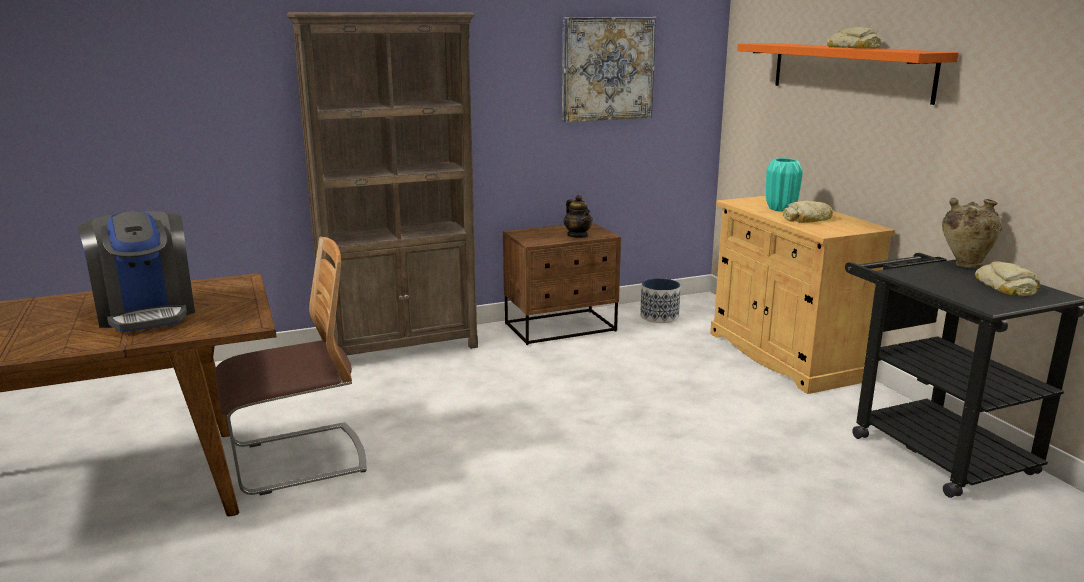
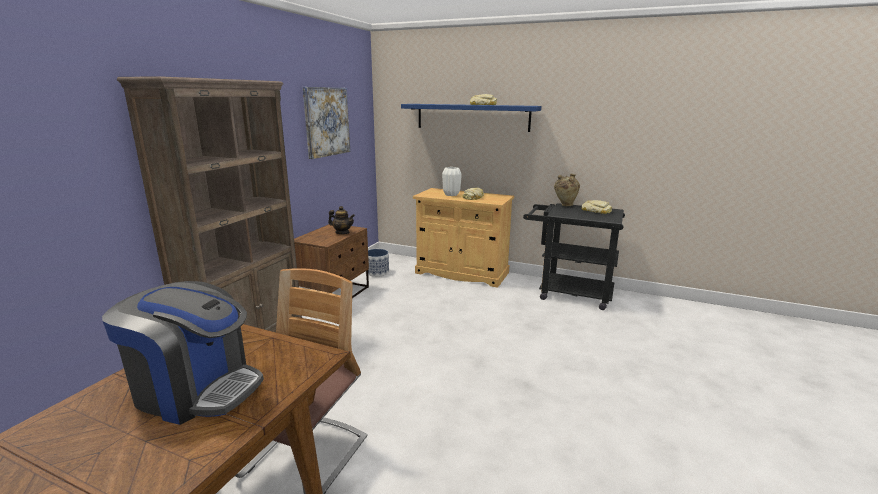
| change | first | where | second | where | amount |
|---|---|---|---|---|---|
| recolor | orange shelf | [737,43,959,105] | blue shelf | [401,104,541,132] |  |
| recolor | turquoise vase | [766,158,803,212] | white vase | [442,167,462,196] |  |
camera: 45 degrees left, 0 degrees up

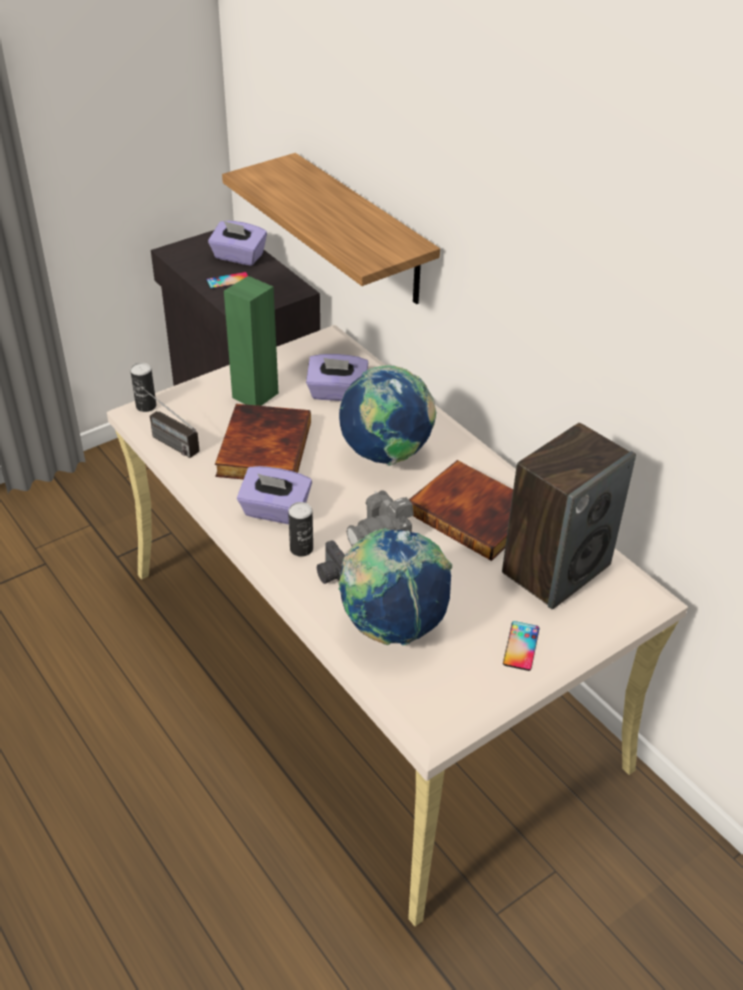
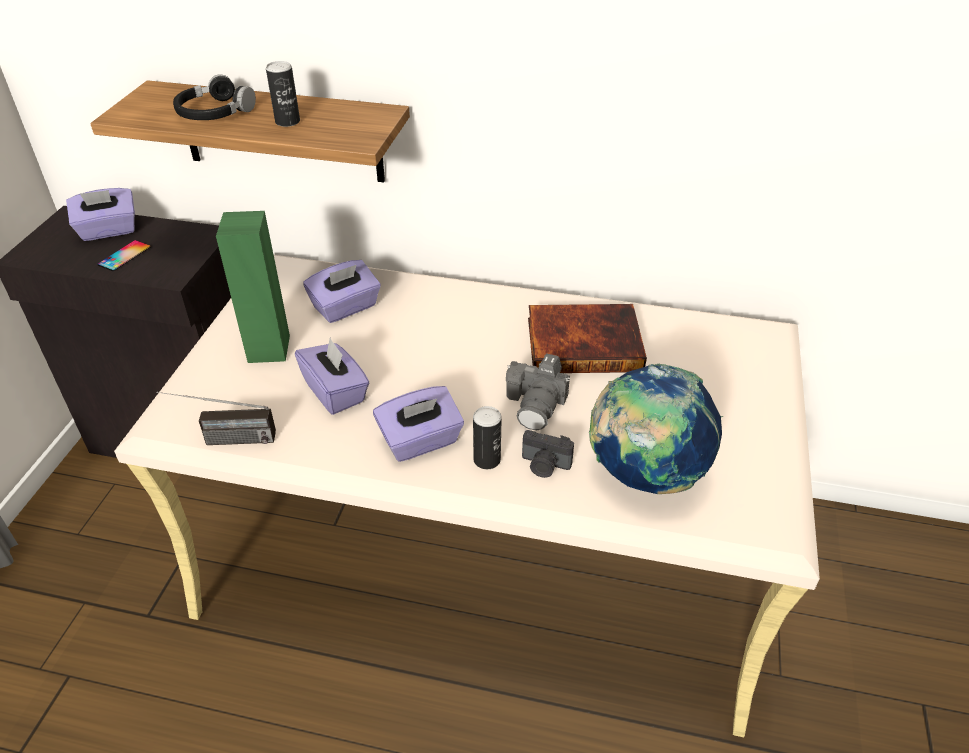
| change | first | where | second | where | amount |
|---|---|---|---|---|---|
| move | can | [130,362,156,412] |  | [266,61,300,127] |  |
| delete | globe | [339,365,437,466] |  |  |  |
| replace | book | [215,404,311,480] | purple tissue box | [295,338,369,415] |  |
| delete | speaker | [502,423,636,609] |  |  |  |
| delete | phone | [503,621,539,671] |  |  |  |
| insert |  |  | black headphones | [173,75,256,120] |  |
camera: 40 degrees left, 0 degrees up

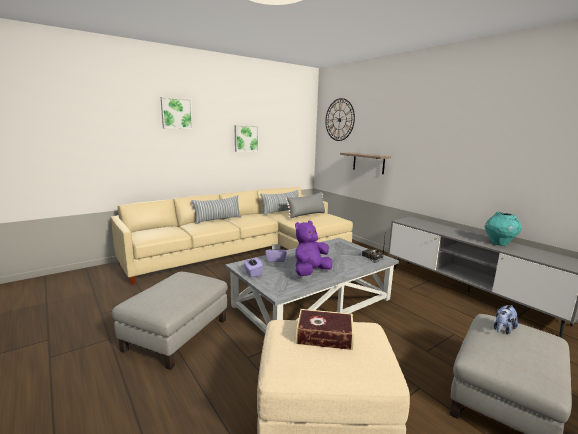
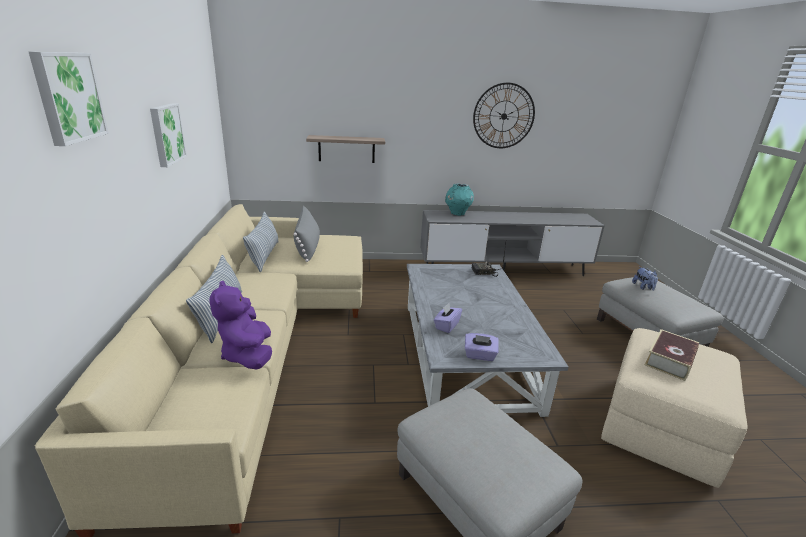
| change | first | where | second | where | amount |
|---|---|---|---|---|---|
| move | wall clock | [325,98,355,141] |  | [473,83,535,148] |  |
| move | turquoise vase | [485,212,522,246] |  | [445,184,474,216] |  |
| move | purple plush toy | [295,221,332,276] |  | [209,281,272,370] |  |
camera: 60 degrees left, 10 degrees up

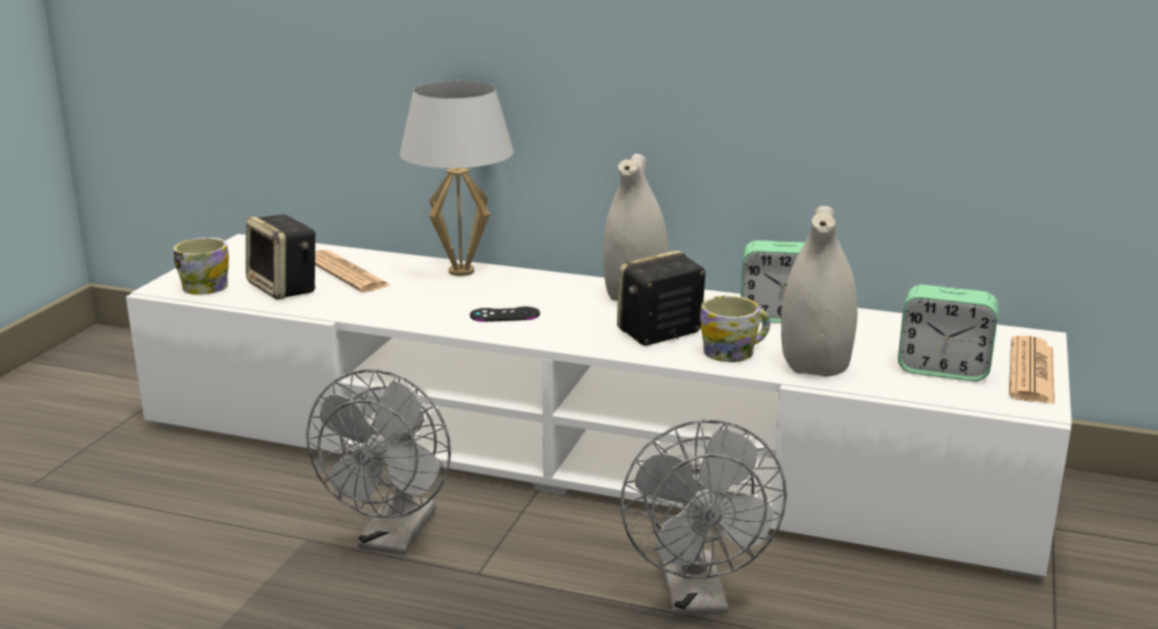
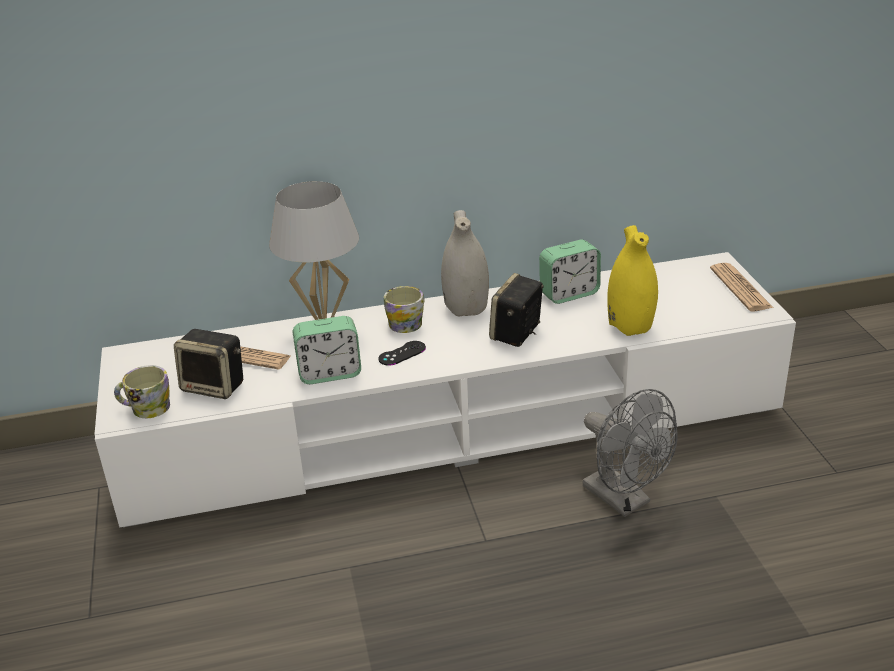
| change | first | where | second | where | amount |
|---|---|---|---|---|---|
| recolor | white vase | [781,206,857,377] | yellow vase | [607,225,658,336] |  |
| move | alarm clock | [898,285,998,381] |  | [293,316,361,384] |  |
| move | mug | [700,296,770,362] |  | [384,286,425,333] |  |
| delete | grey fan | [306,370,451,555] |  |  |  |
camera: 30 degrees left, 10 degrees up

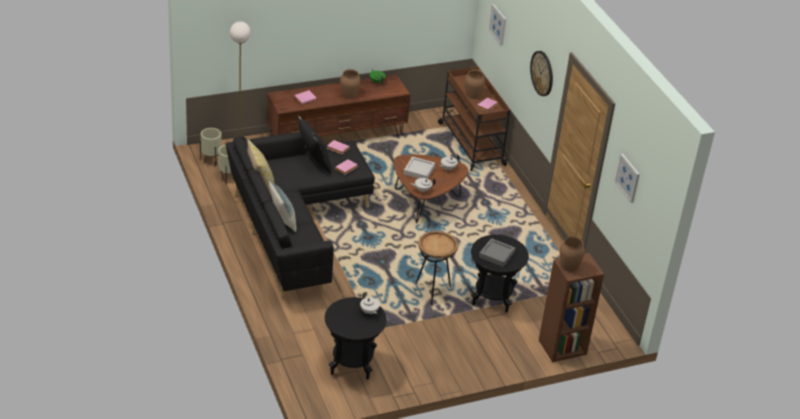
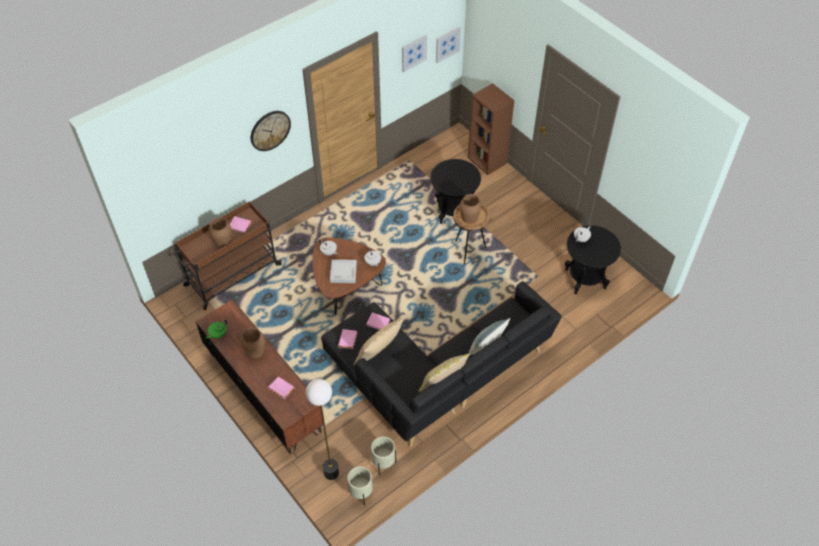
| change | first | where | second | where | amount |
|---|---|---|---|---|---|
| move | picture | [489,4,506,46] |  | [436,27,461,63] |  |
| recolor | black pillow | [297,115,332,173] | beige pillow | [354,318,404,365] |  |
| move | brown vase | [560,236,585,272] |  | [460,194,481,224] |  |
| delete | grey tray | [479,238,515,267] |  |  |  |
camera: 105 degrees left, 15 degrees up

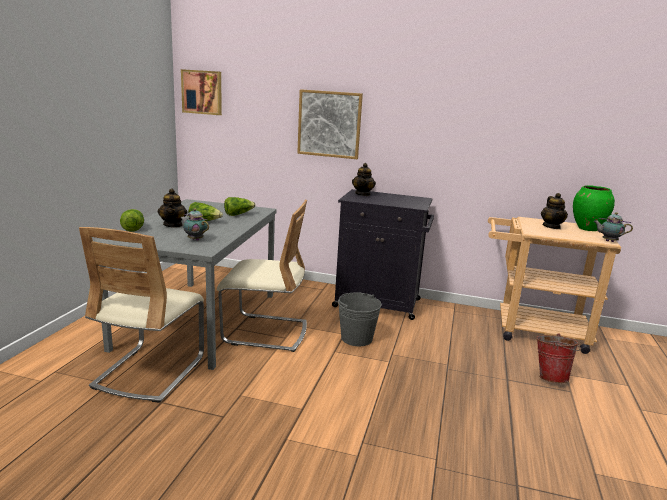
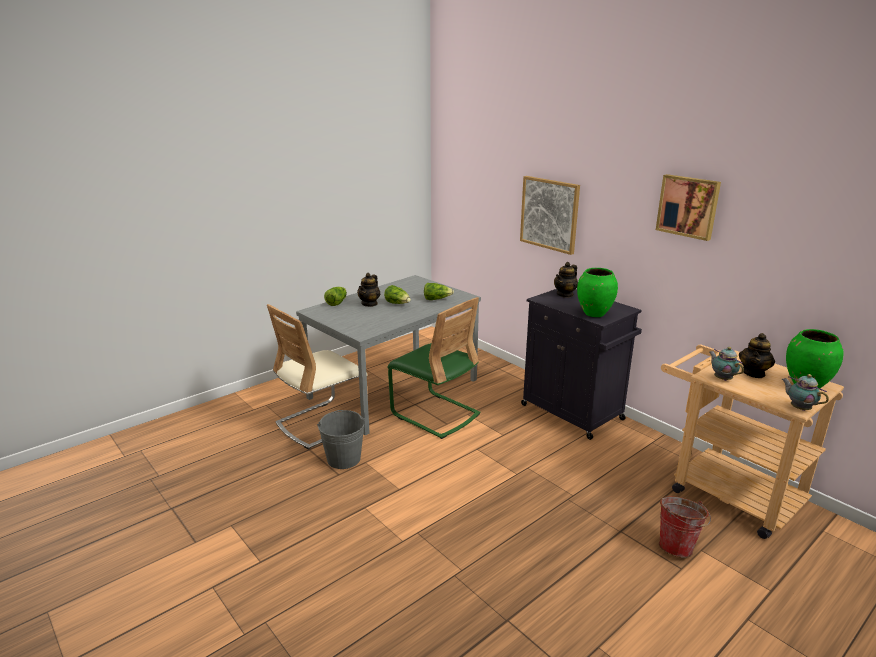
| change | first | where | second | where | amount |
|---|---|---|---|---|---|
| move | picture | [181,69,222,115] |  | [656,174,721,241] |  |
| recolor | beige chair | [217,200,307,352] | green chair | [388,297,480,439] |  |
| move | teapot | [180,208,209,241] |  | [710,347,744,381] |  |
| move | grey bucket | [338,292,382,346] |  | [317,410,365,469] |  |
| insert |  |  | green vase | [577,268,618,317] |  |
camera: 35 degrees right, 5 degrees up

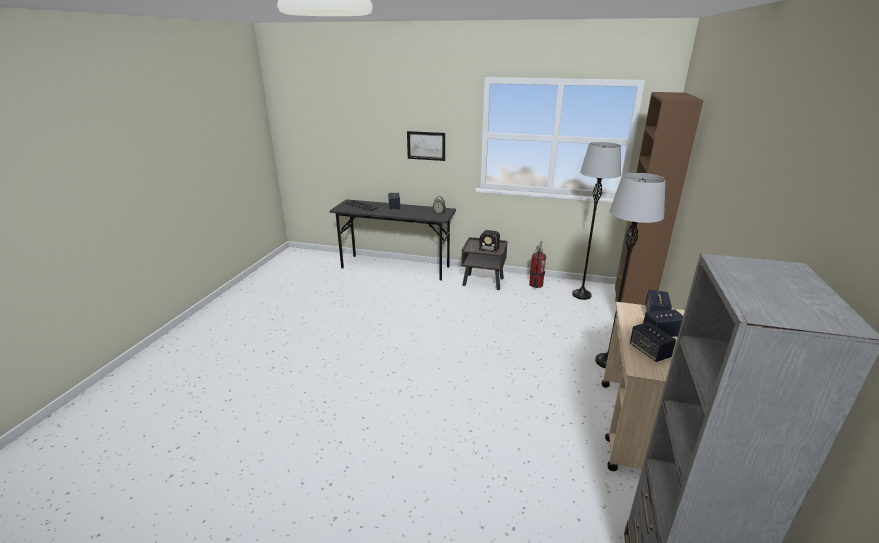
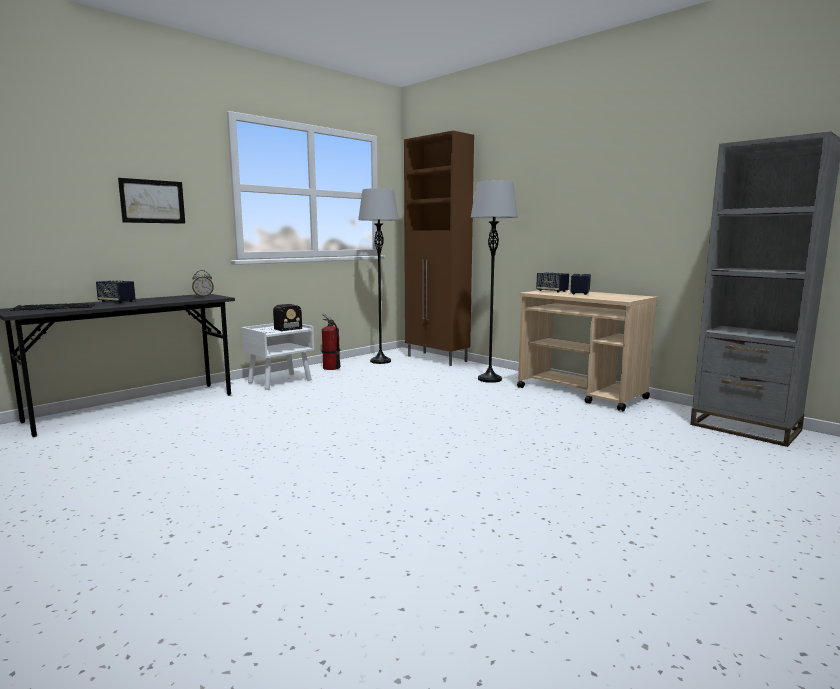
| change | first | where | second | where | amount |
|---|---|---|---|---|---|
| recolor | brown nightstand | [461,237,508,290] | white nightstand | [241,323,314,390] |  |
| delete | speaker | [630,322,676,362] |  |  |  |
camera: 60 degrees left, 15 degrees down

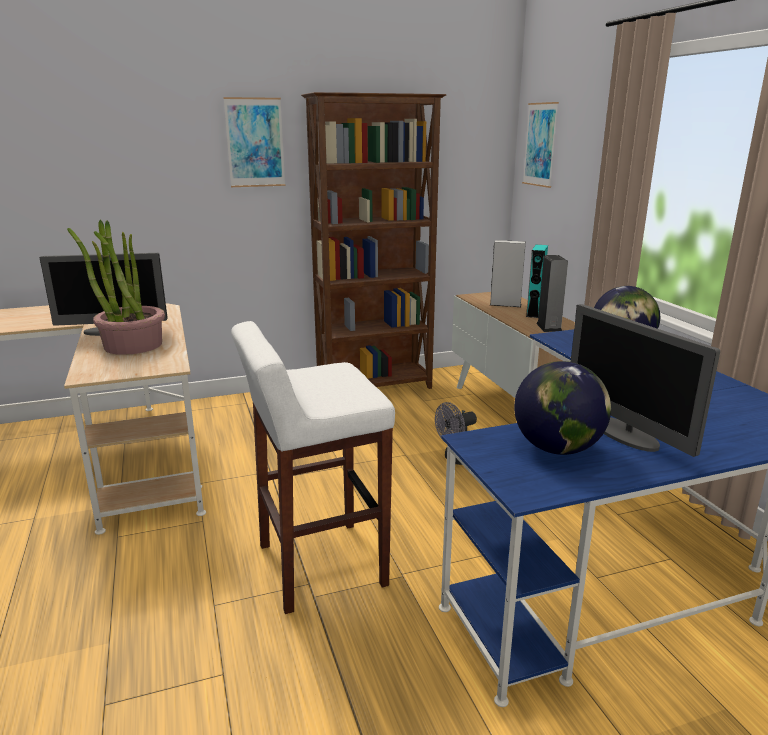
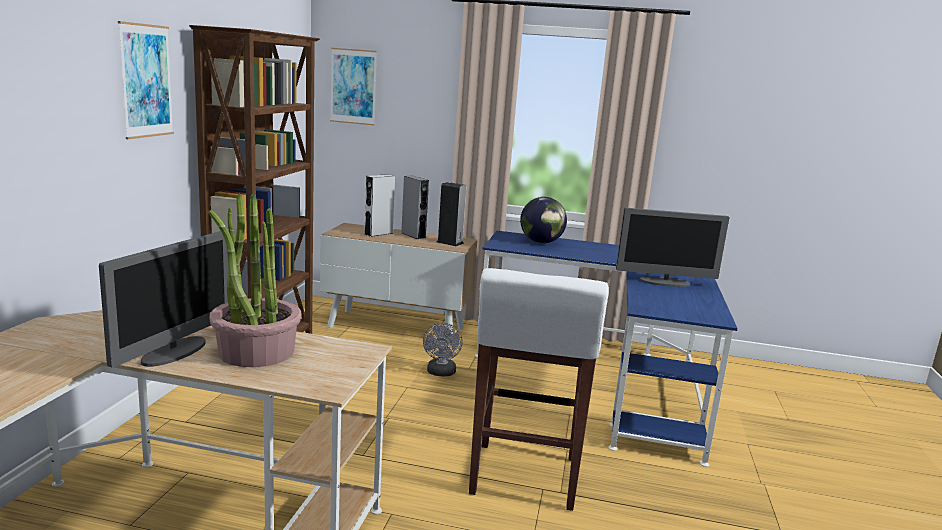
| change | first | where | second | where | amount |
|---|---|---|---|---|---|
| recolor | turquoise speaker | [526,245,548,318] | grey speaker | [401,176,429,239] |  |
| delete | globe | [514,361,611,455] |  |  |  |
camera: 60 degrees left, 5 degrees down

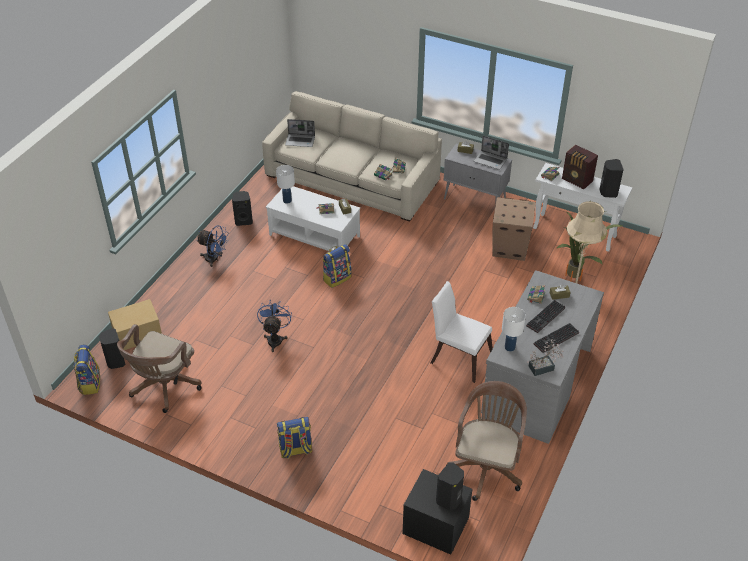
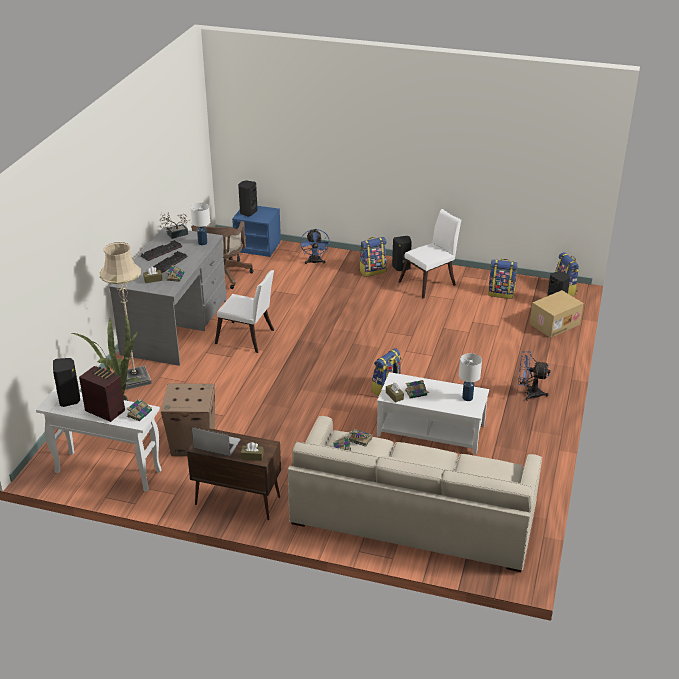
| change | first | where | second | where | amount |
|---|---|---|---|---|---|
| delete | laptop | [285,119,315,147] |  |  |  |
| recolor | grey cabinet | [444,143,512,205] | brown cabinet | [187,427,281,520] |  |
| move | black speaker | [232,191,253,226] |  | [392,236,412,271] |  |
| move | blue fan | [257,301,292,352] |  | [300,229,330,264] |  |
| replace | brown office chair | [117,324,202,413] | backpack | [488,259,518,299] |  |
| recolor | black nightstand | [403,469,473,555] | blue nightstand | [232,206,281,257] |  |
| insert |  |  | white chair | [398,209,461,298] |  |
camera: 170 degrees right, 10 degrees down

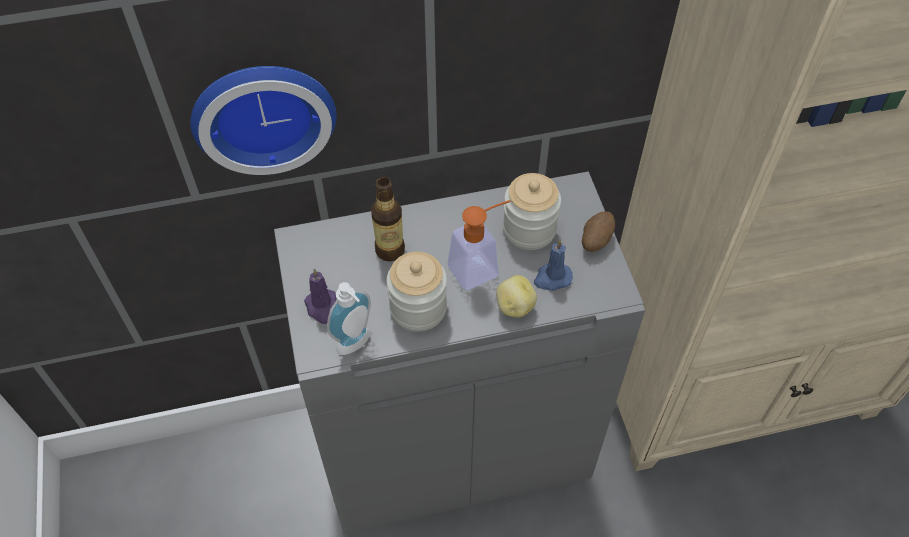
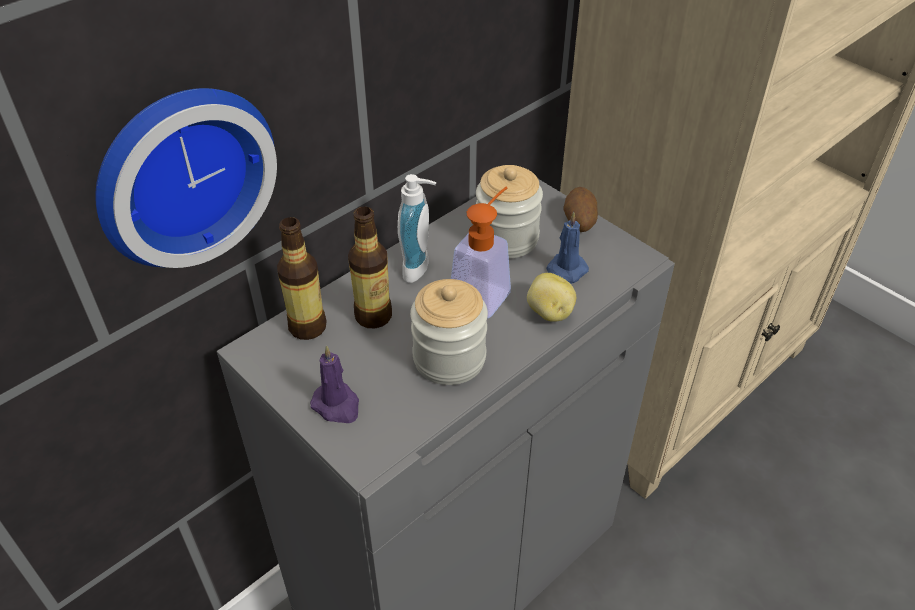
| change | first | where | second | where | amount |
|---|---|---|---|---|---|
| move | soap dispenser | [327,282,371,355] |  | [398,174,436,283] |  |
| insert |  |  | bottle | [277,217,327,340] |  |
camera: 30 degrees left, 10 degrees down

